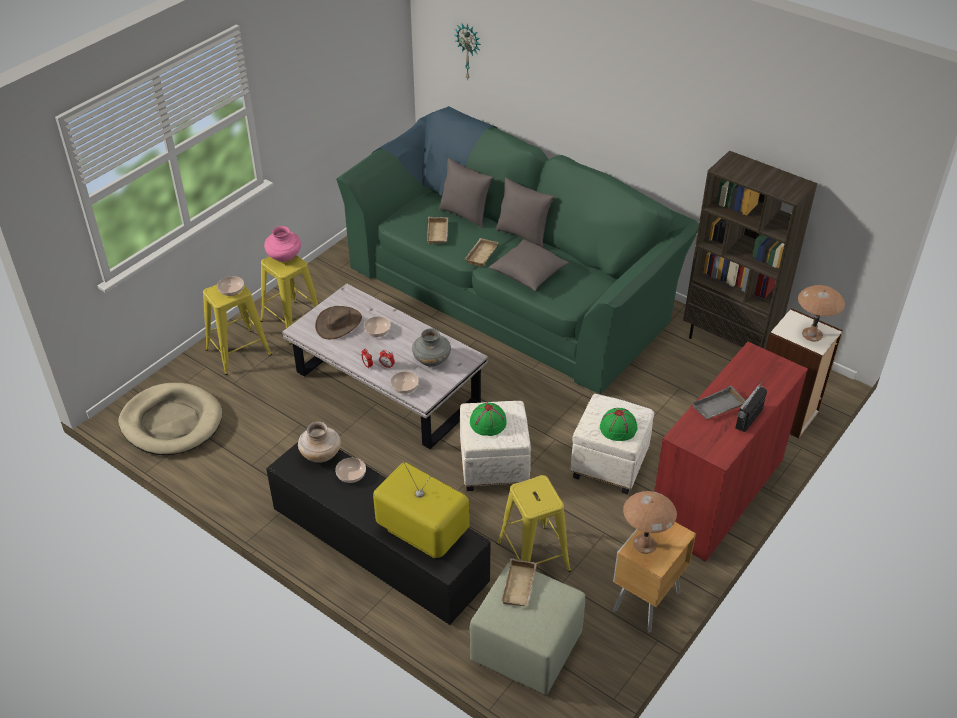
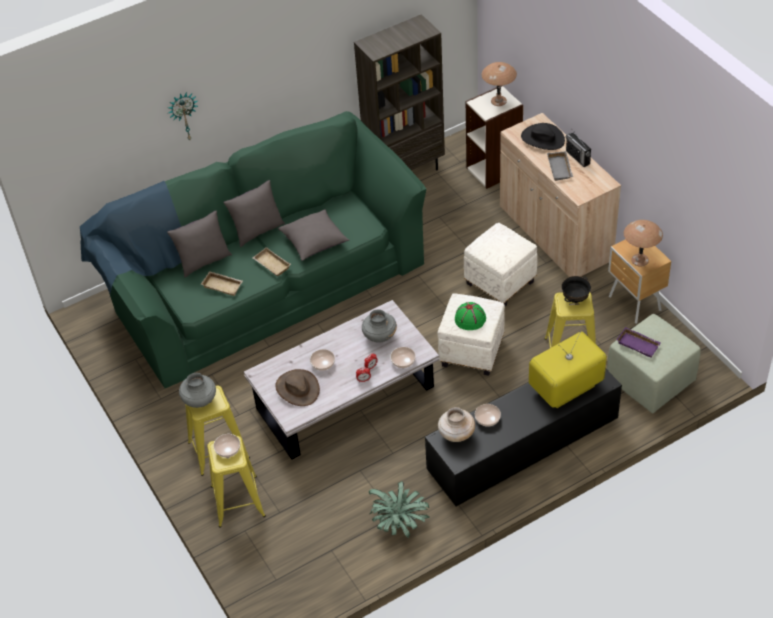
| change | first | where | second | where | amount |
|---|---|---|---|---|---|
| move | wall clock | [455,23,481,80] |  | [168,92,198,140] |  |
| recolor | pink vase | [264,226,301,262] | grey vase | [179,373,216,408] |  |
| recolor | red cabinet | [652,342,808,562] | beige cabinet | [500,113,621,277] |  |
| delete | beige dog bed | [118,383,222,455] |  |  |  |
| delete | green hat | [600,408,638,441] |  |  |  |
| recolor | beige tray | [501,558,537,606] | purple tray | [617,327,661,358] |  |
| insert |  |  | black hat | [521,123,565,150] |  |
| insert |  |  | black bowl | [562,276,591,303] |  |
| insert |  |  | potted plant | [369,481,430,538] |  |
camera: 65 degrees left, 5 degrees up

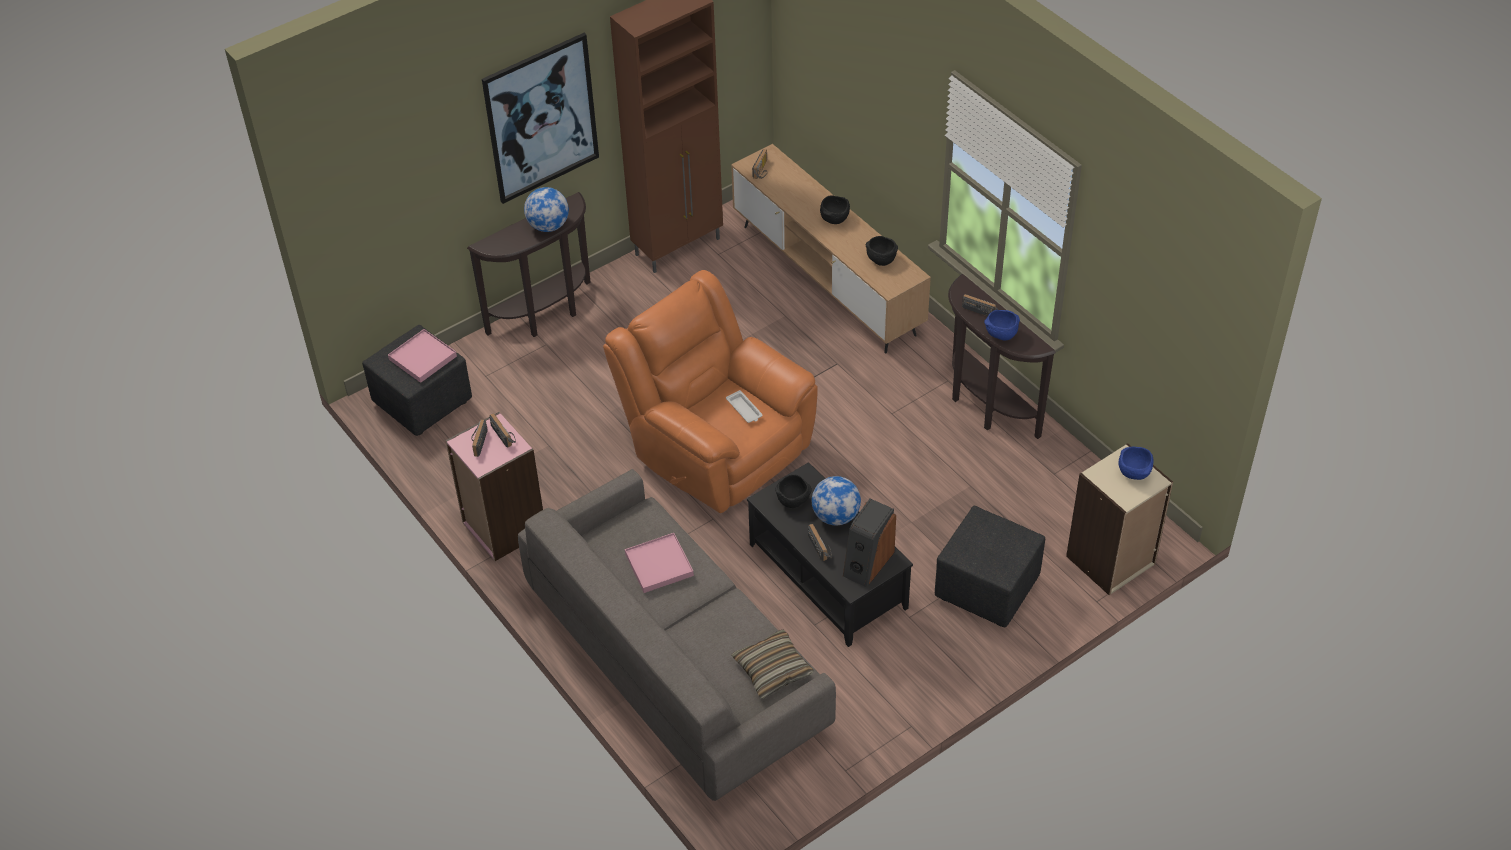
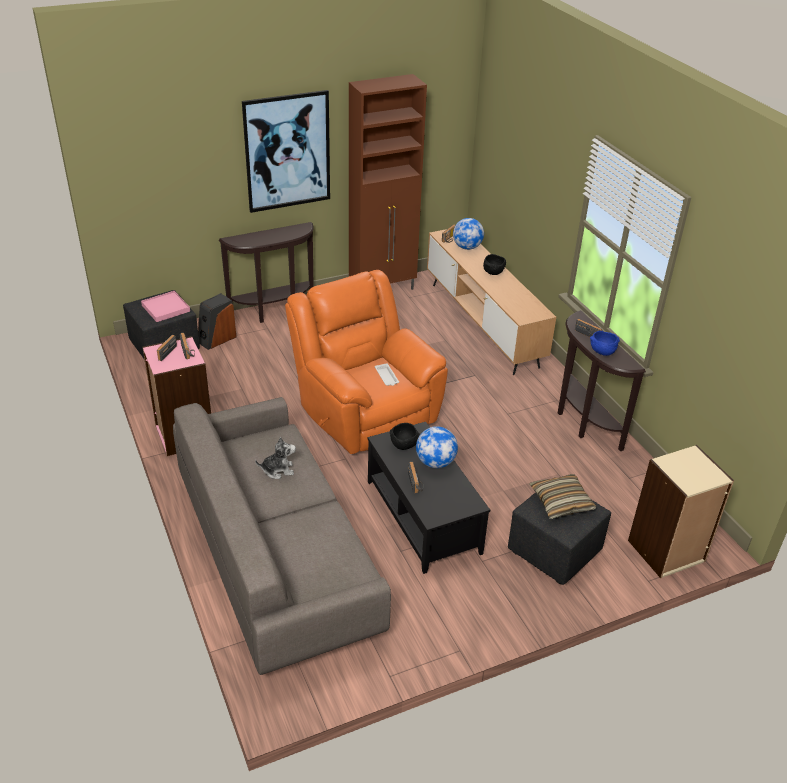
| change | first | where | second | where | amount |
|---|---|---|---|---|---|
| move | globe | [524,187,569,232] |  | [453,218,484,250] |  |
| delete | black bowl | [866,236,898,266] |  |  |  |
| delete | blue bowl | [1118,446,1154,480] |  |  |  |
| move | speaker | [843,499,896,587] |  | [198,293,236,350] |  |
| replace | pink tray | [625,533,694,593] | plush toy | [255,436,296,479] |  |
| move | pillow | [731,630,814,699] |  | [530,474,596,519] |  |
camera: 10 degrees right, 10 degrees down

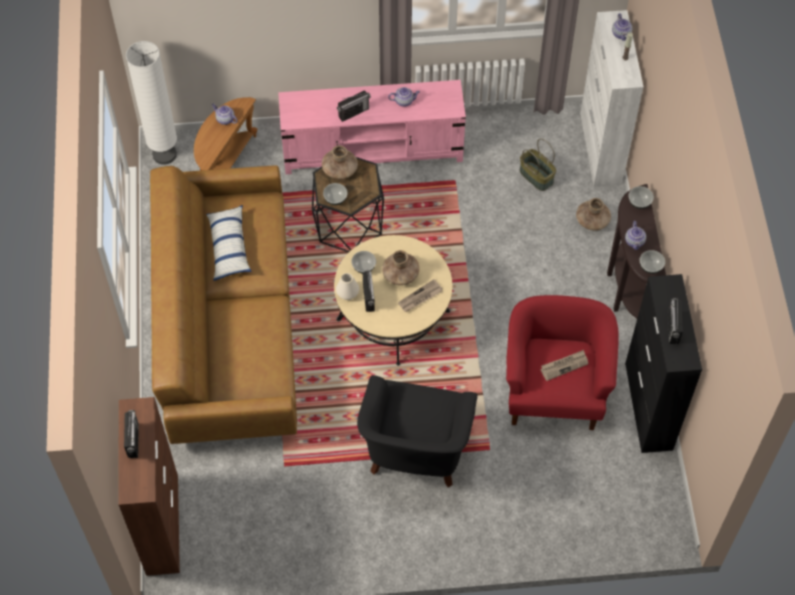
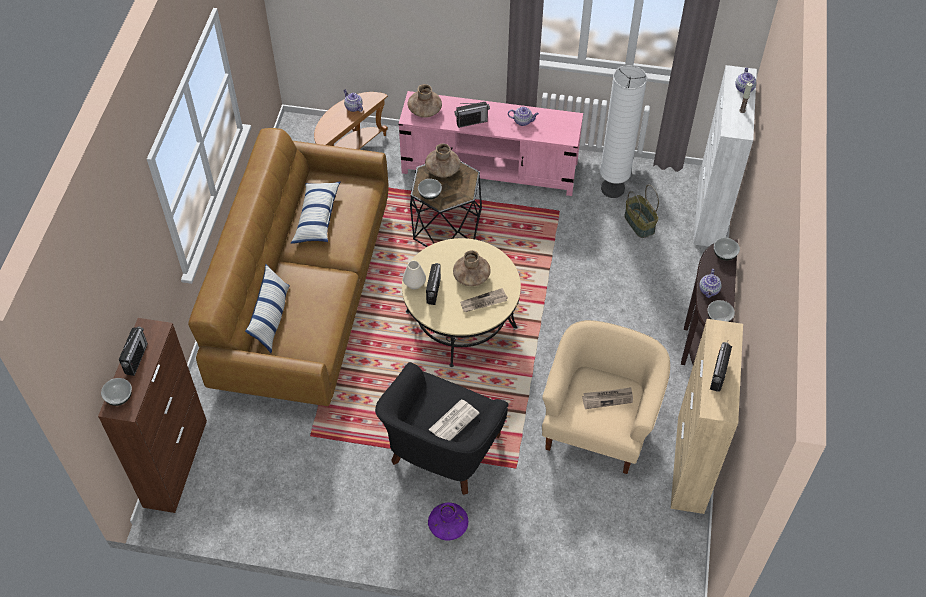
| change | first | where | second | where | amount |
|---|---|---|---|---|---|
| move | white floor lamp | [126,41,177,165] |  | [600,65,647,198] |  |
| move | brown vase | [576,198,611,231] |  | [408,84,442,118] |  |
| move | bowl | [351,251,376,273] |  | [101,378,132,406] |  |
| recolor | black cabinet | [625,274,702,453] | beige cabinet | [670,319,743,514] |  |
| recolor | red armchair | [506,295,619,430] | beige armchair | [542,320,670,474] |  |
| insert |  |  | pillow | [245,264,290,353] |  |
| insert |  |  | newspaper | [429,399,479,441] |  |
| insert |  |  | purple vase | [428,502,468,541] |  |
camera: 15 degrees right, 5 degrees down

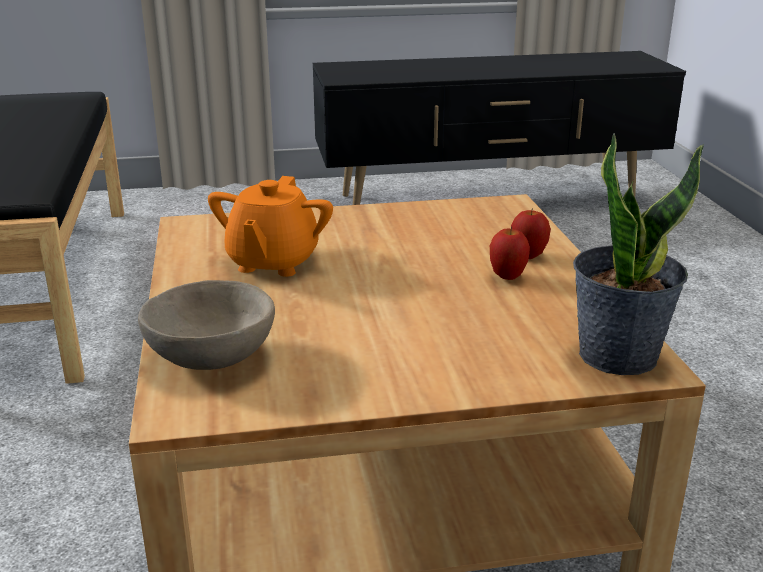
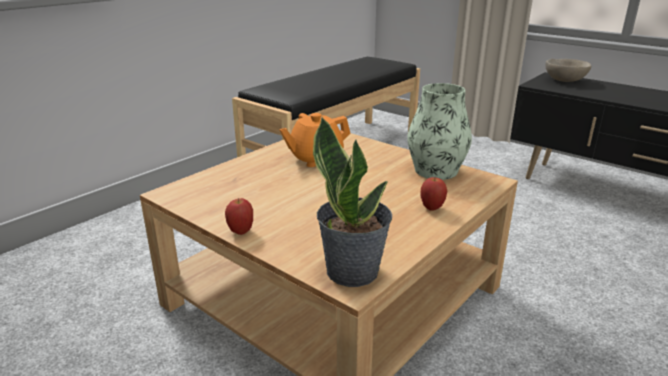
| change | first | where | second | where | amount |
|---|---|---|---|---|---|
| move | apple | [490,227,530,280] |  | [225,198,253,235] |  |
| move | beige bowl | [138,280,275,370] |  | [545,58,591,82] |  |
| insert |  |  | vase | [407,83,472,180] |  |
camera: 50 degrees right, 0 degrees up

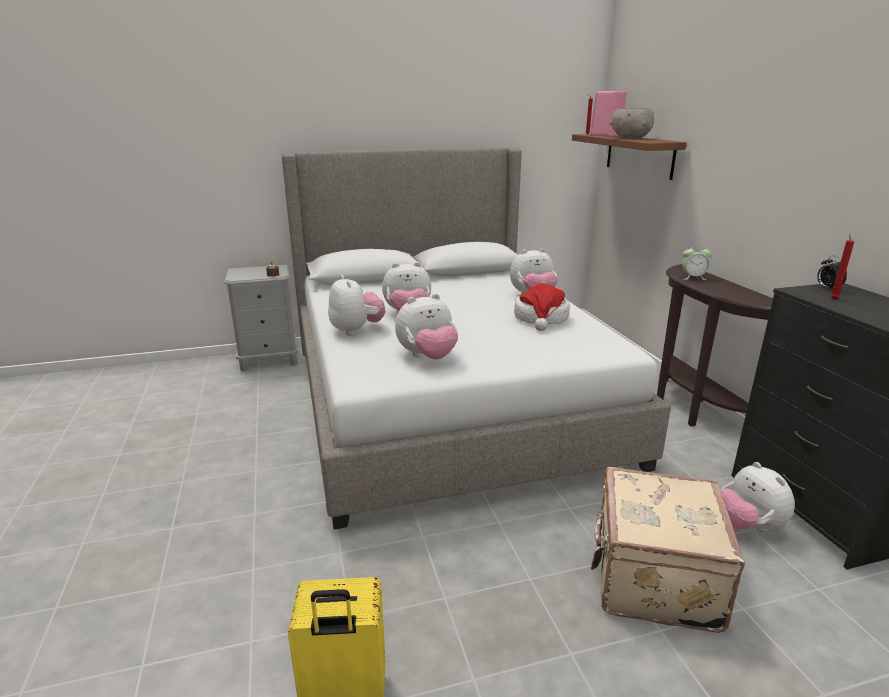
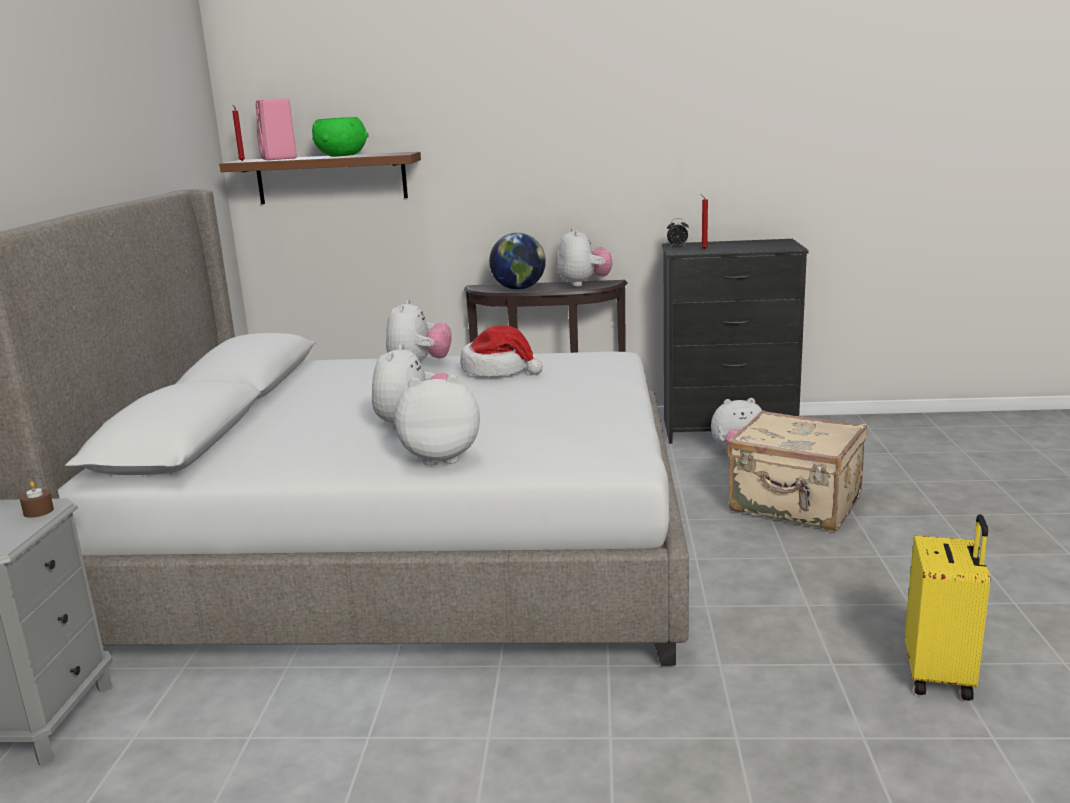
| change | first | where | second | where | amount |
|---|---|---|---|---|---|
| recolor | grey bowl | [610,108,654,139] | green bowl | [312,117,369,157] |  |
| replace | alarm clock | [682,244,712,280] | globe | [489,233,546,290] |  |
| move | plush toy | [395,293,458,359] |  | [557,228,613,287] |  |
camera: 70 degrees left, 5 degrees down

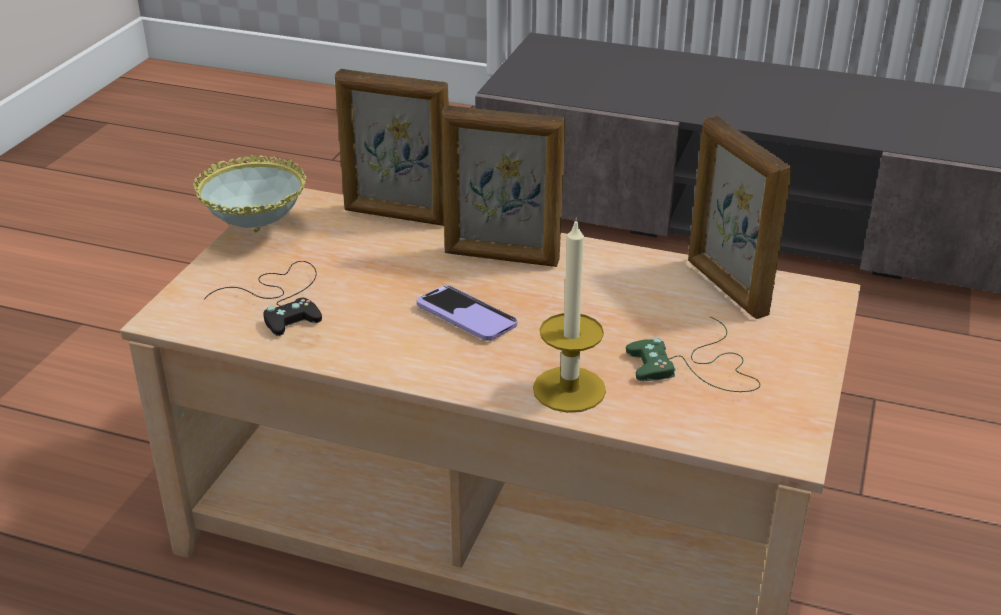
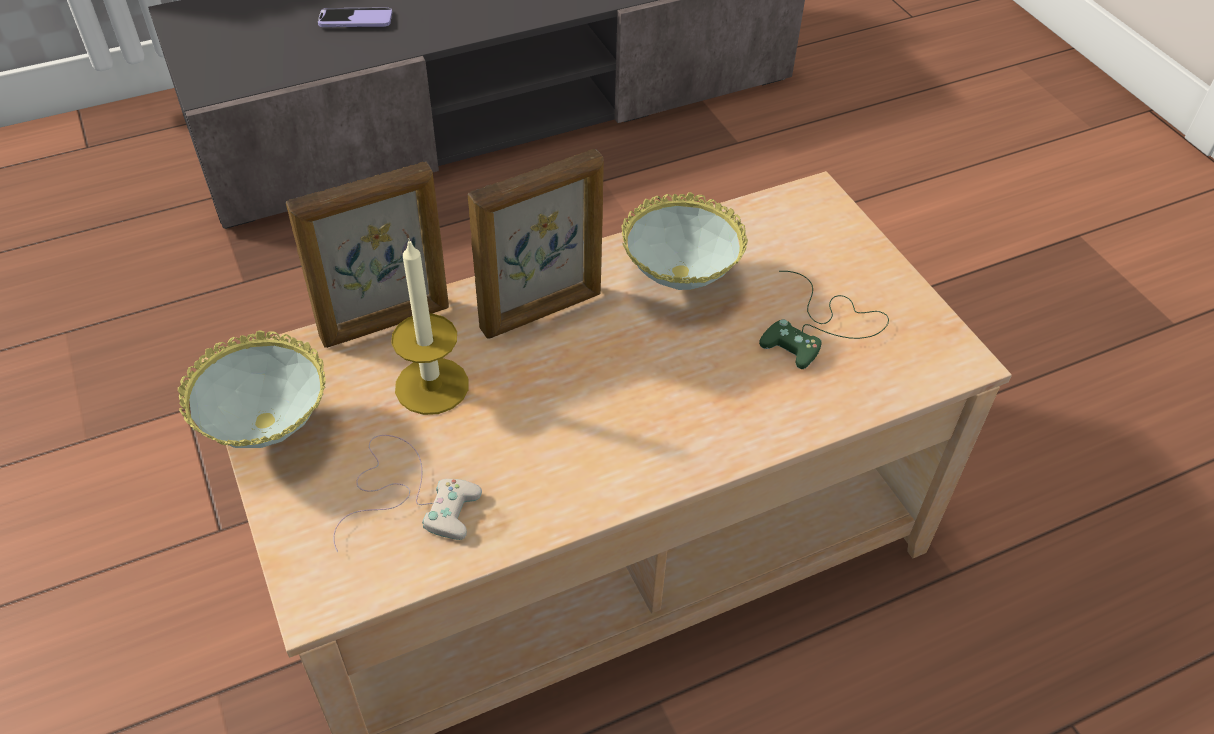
| change | first | where | second | where | amount |
|---|---|---|---|---|---|
| delete | picture frame | [688,116,792,319] |  |  |  |
| move | candle | [533,218,606,413] |  | [391,238,469,415] |  |
| recolor | black game controller | [204,261,322,336] | white game controller | [333,435,482,552] |  |
| move | phone | [417,286,517,341] |  | [318,7,392,27] |  |
| insert |  |  | bowl | [622,192,748,290] |  |
camera: 45 degrees left, 15 degrees up

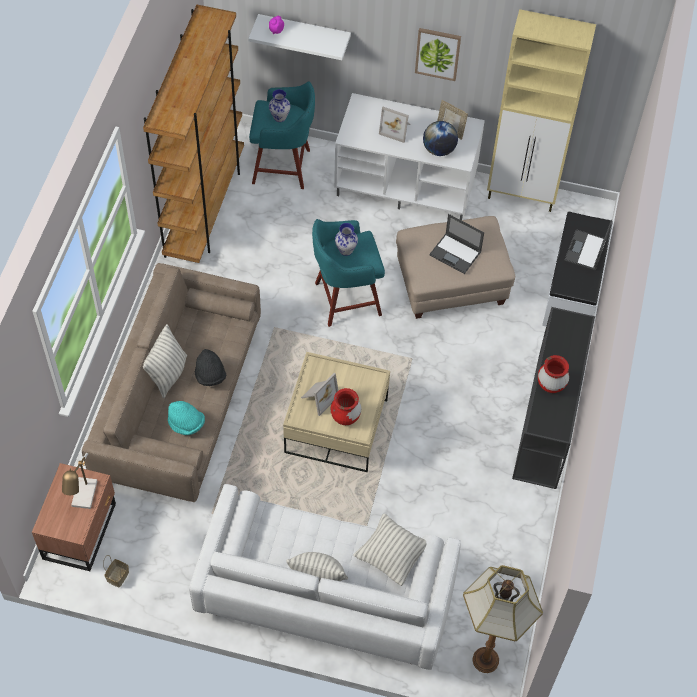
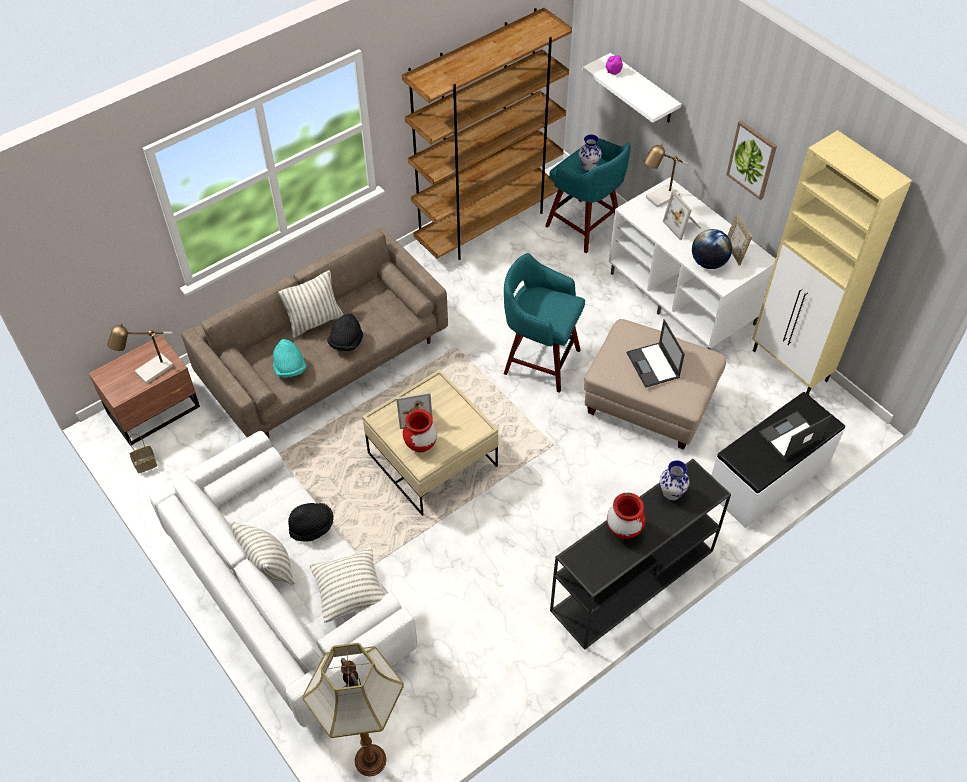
| change | first | where | second | where | amount |
|---|---|---|---|---|---|
| move | vase | [335,223,358,256] |  | [660,460,690,501] |  |
| insert |  |  | table lamp | [644,143,688,208] |  |
| insert |  |  | black hat | [288,503,333,542] |  |
camera: 40 degrees right, 5 degrees down

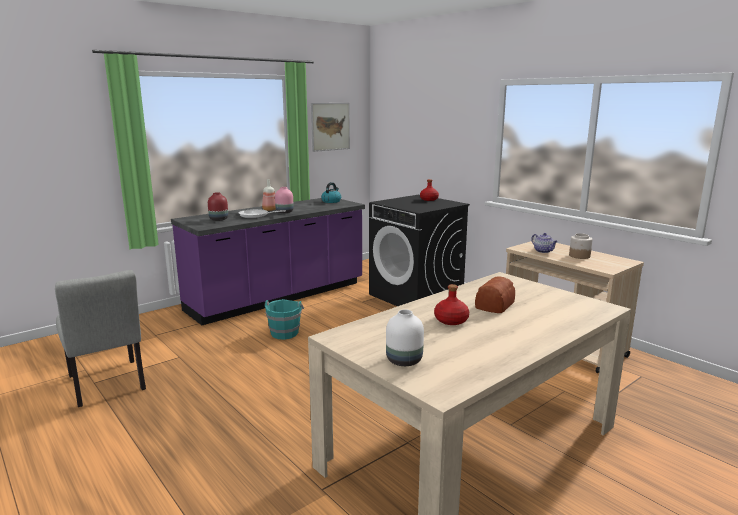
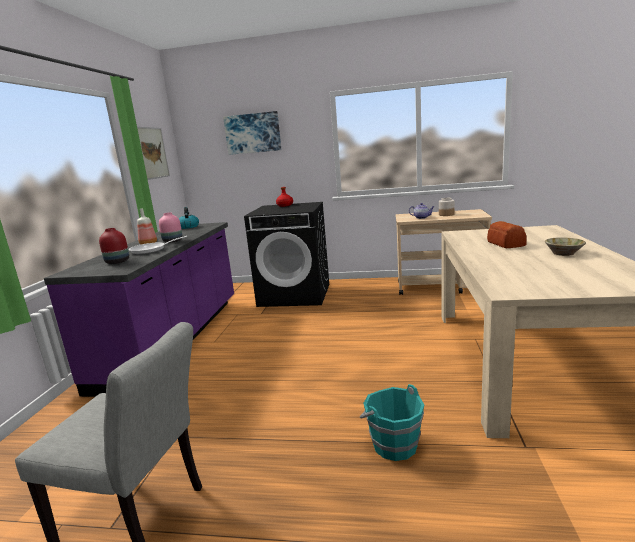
| change | first | where | second | where | amount |
|---|---|---|---|---|---|
| delete | red bottle | [434,284,469,325] |  |  |  |
| move | turquoise bucket | [265,299,304,340] |  | [360,384,424,461] |  |
| delete | white vase | [386,309,424,366] |  |  |  |
| insert |  |  | picture | [223,111,281,155] |  |
| insert |  |  | beige bowl | [545,237,586,256] |  |
camera: 40 degrees left, 0 degrees up

